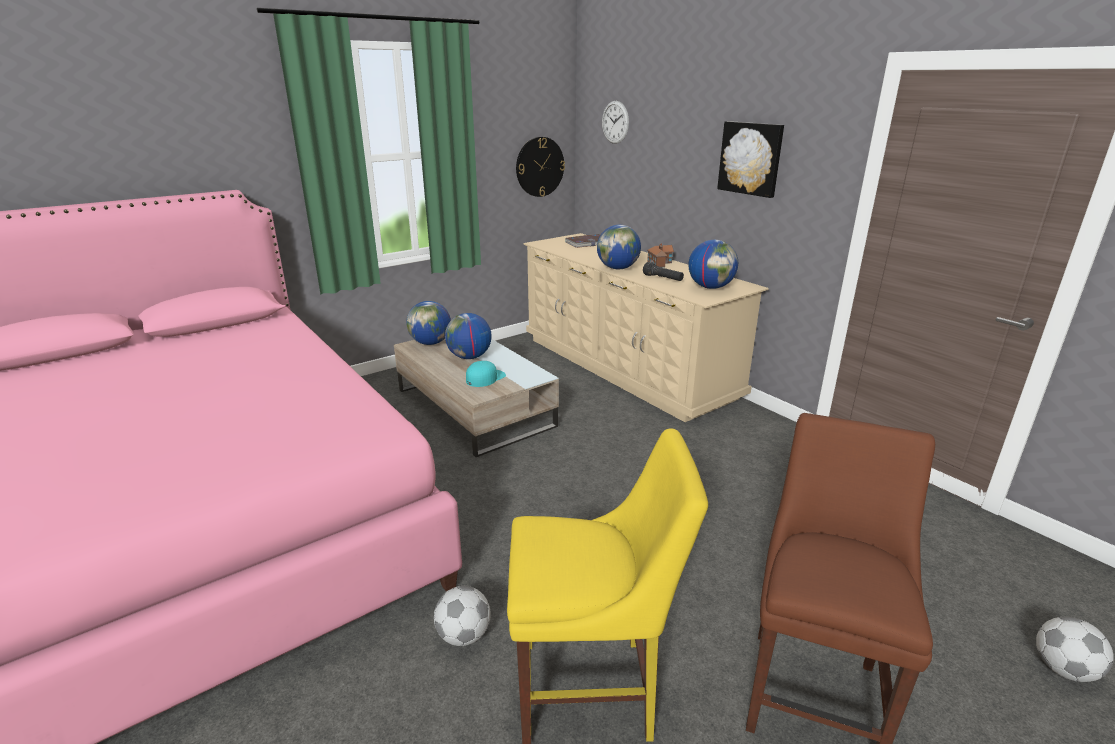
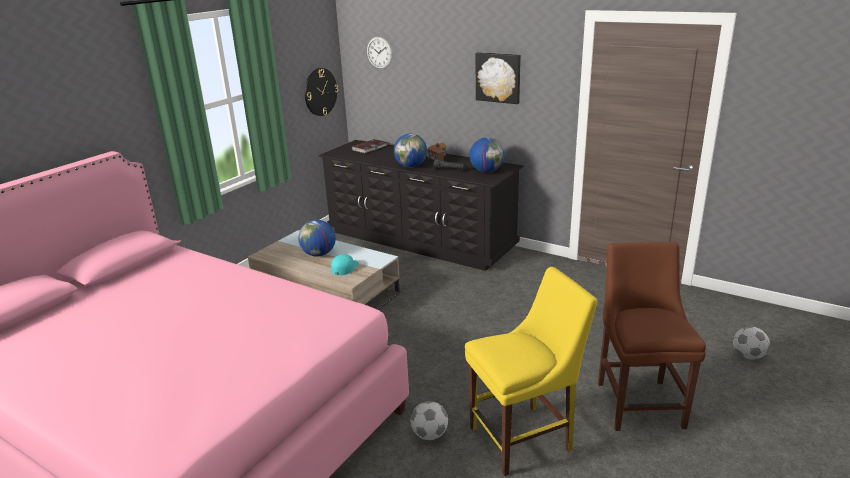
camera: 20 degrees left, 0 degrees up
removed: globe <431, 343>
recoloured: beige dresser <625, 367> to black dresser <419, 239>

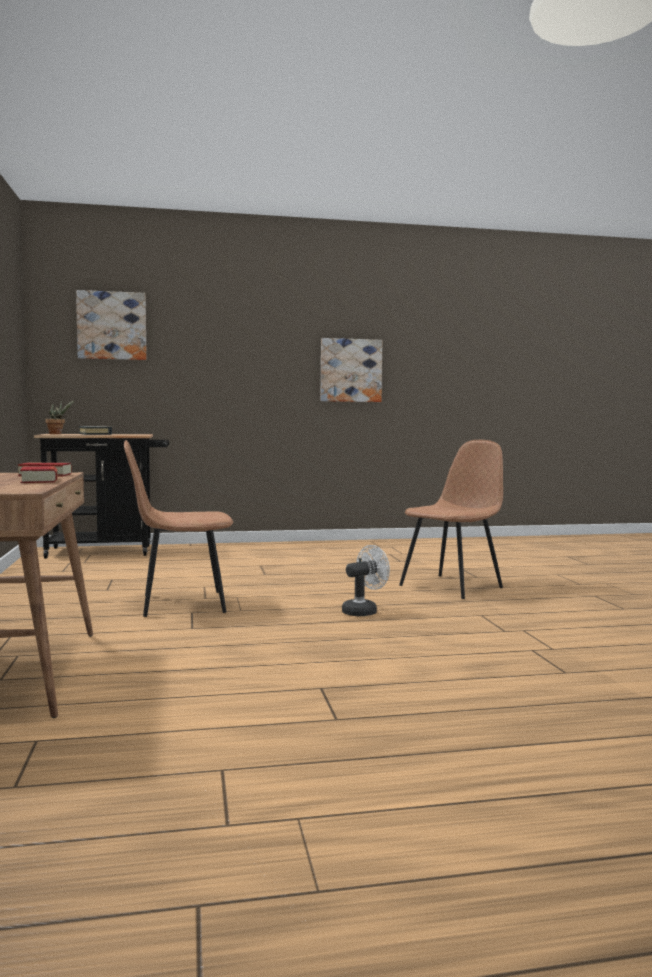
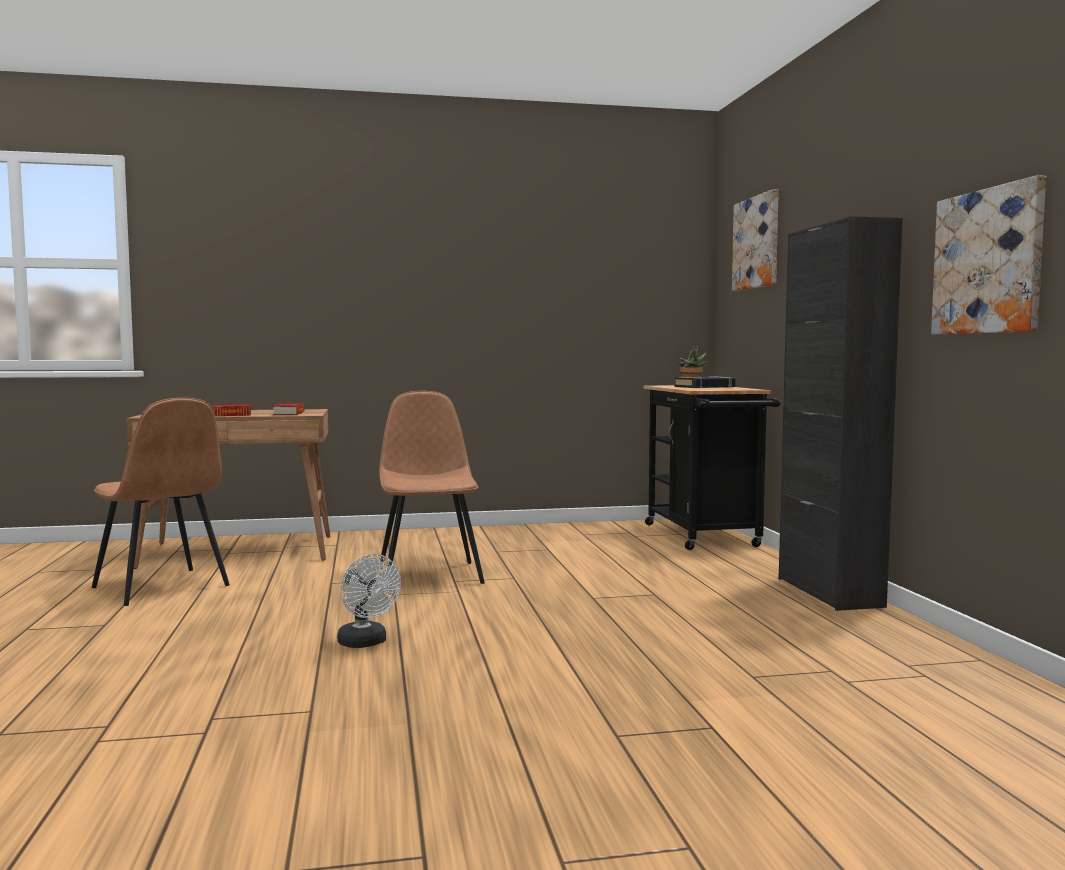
camera: 90 degrees right, 0 degrees up
added: black cabinet <829, 592>
moved: brown chair <452, 586> to <162, 587>

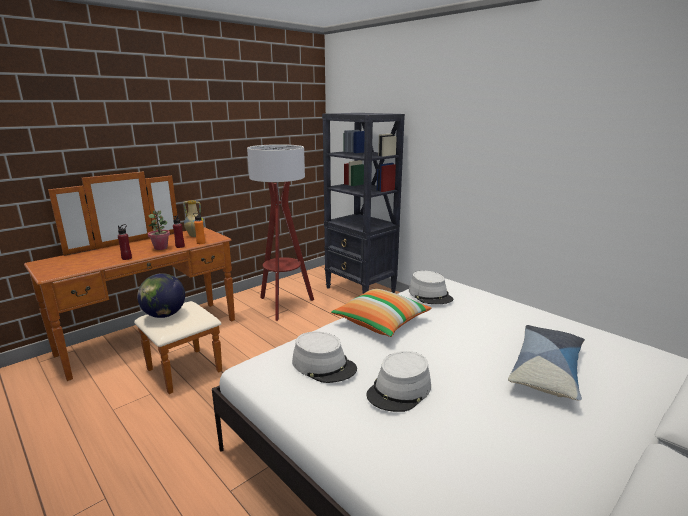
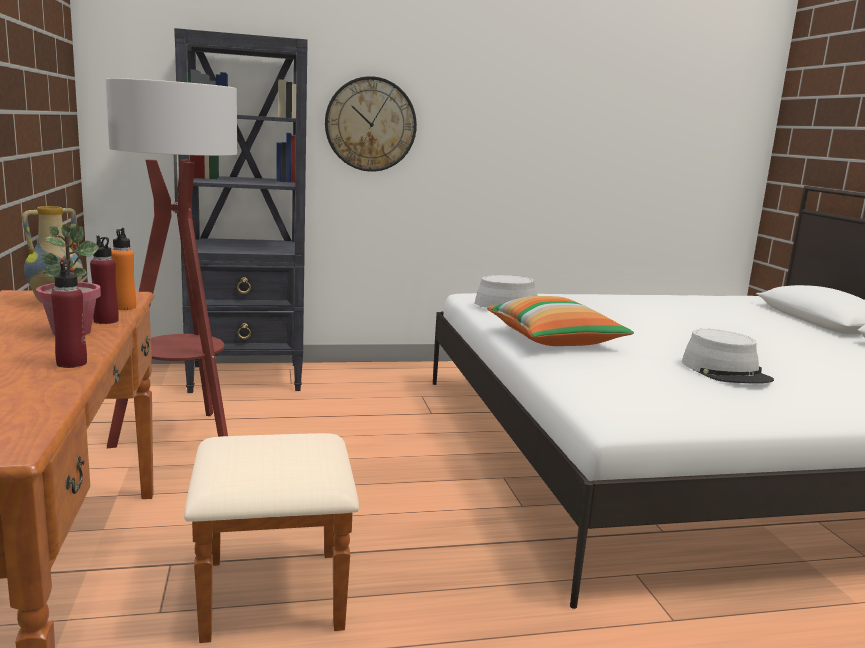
camera: 60 degrees left, 5 degrees down
removed: globe <164, 315>; grey hat <324, 365>; pillow <547, 370>
added: wall clock <370, 124>

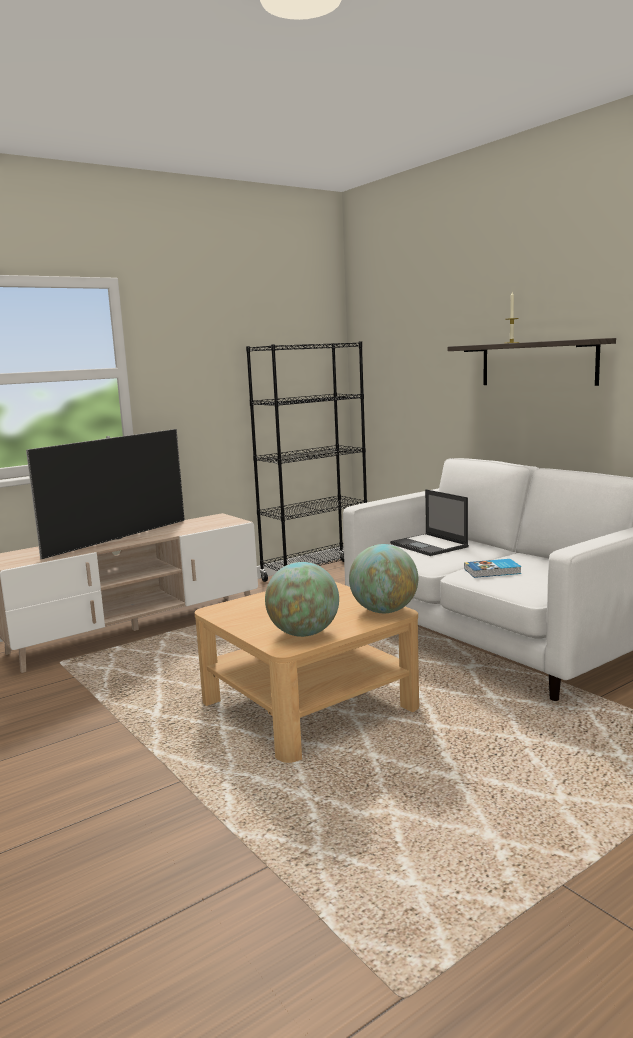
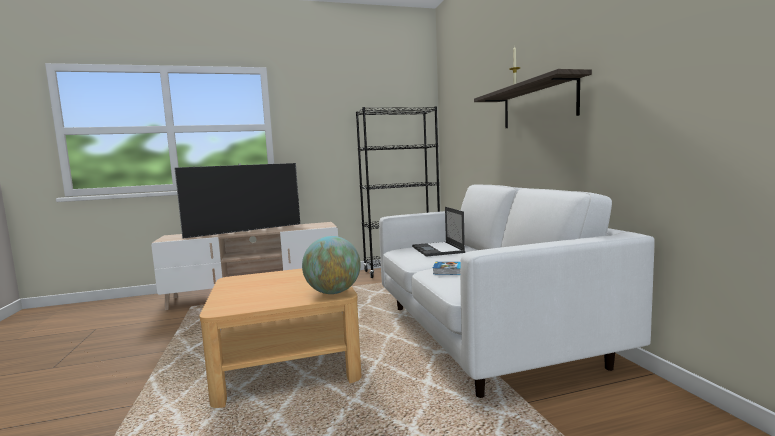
camera: 20 degrees right, 5 degrees down
removed: globe <303, 633>

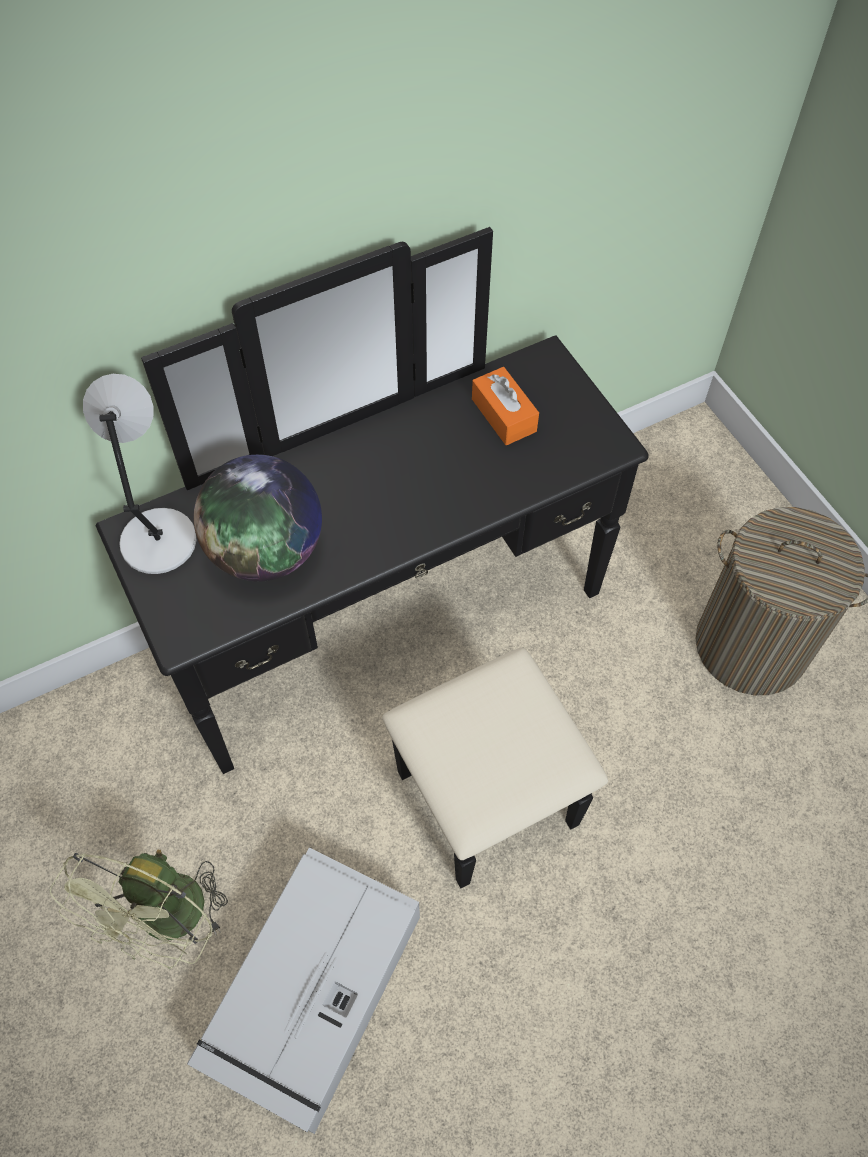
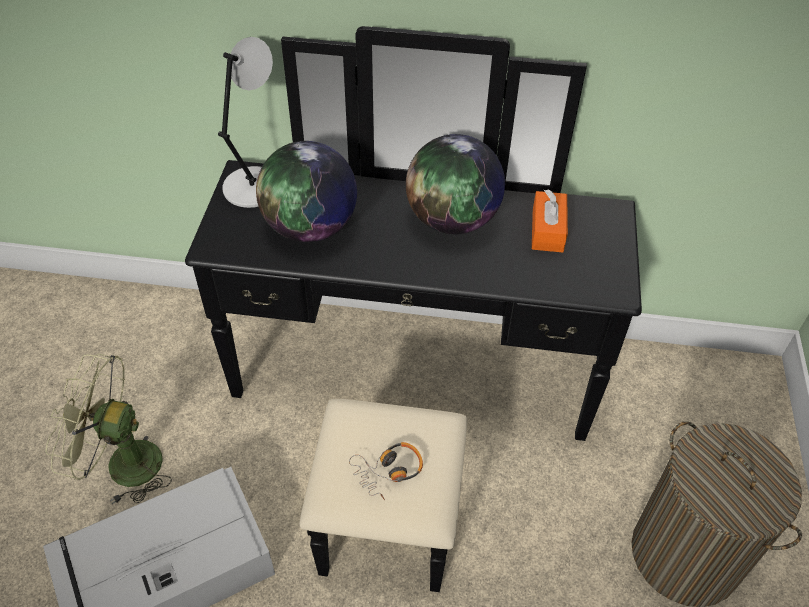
camera: 35 degrees right, 10 degrees down
added: headphones <388, 472>; globe <452, 220>
turned: green fan <167, 923> = <122, 464> 45 degrees clockwise

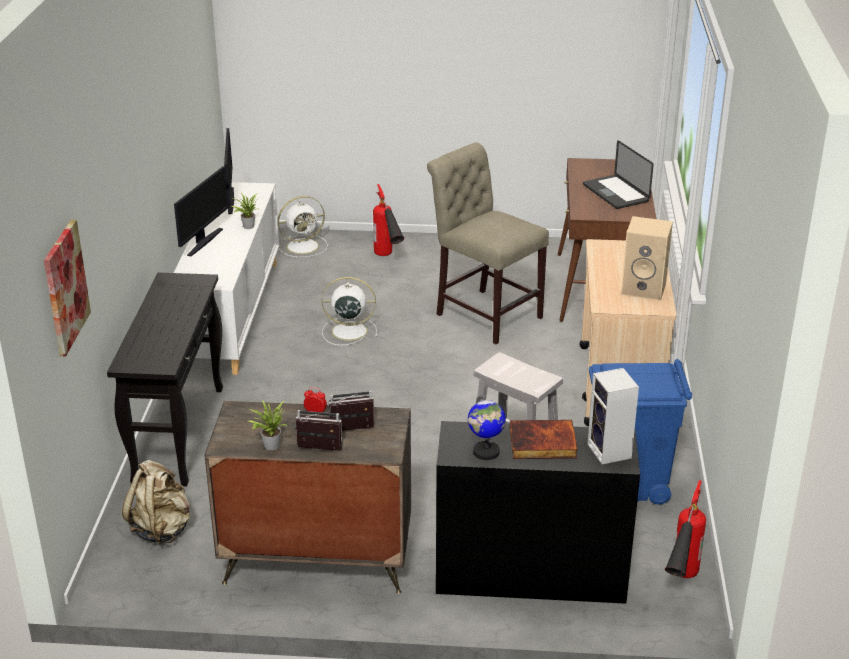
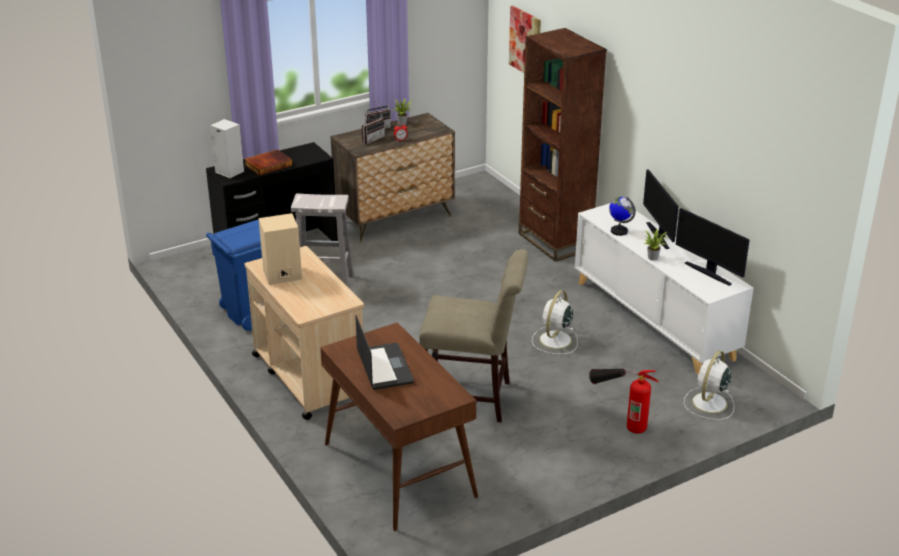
camera: 145 degrees right, 0 degrees up
removed: beige backpack <162, 529>; fire extinguisher <679, 585>
moved: globe <486, 452> to <619, 231>
replaced: black console table <179, 433> to brown bookcase <554, 241>
turned: white fan <347, 331> = <554, 340> 150 degrees clockwise; laptop <615, 193> = <384, 367> 45 degrees clockwise

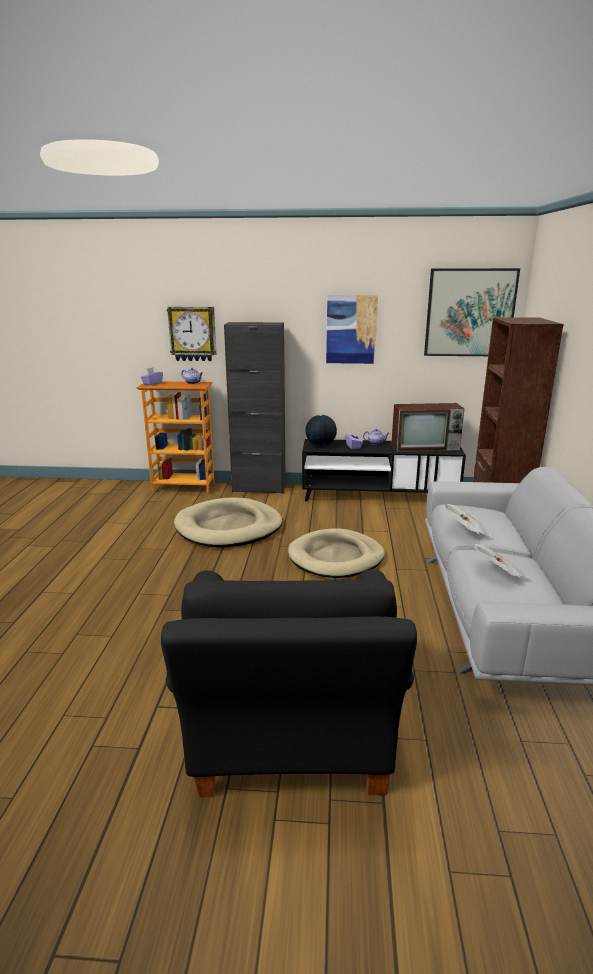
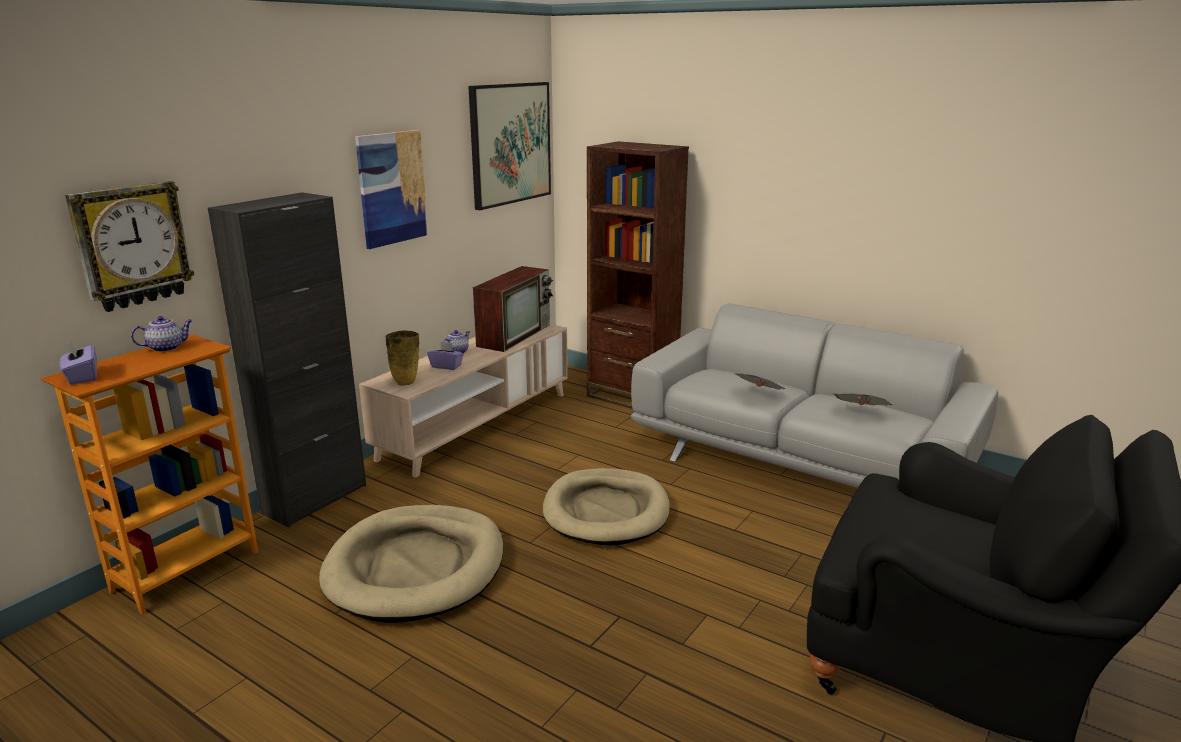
camera: 60 degrees left, 0 degrees up
replaced: globe <320, 445> to beige vase <406, 382>
recoloured: black tv stand <379, 495> to beige tv stand <476, 425>

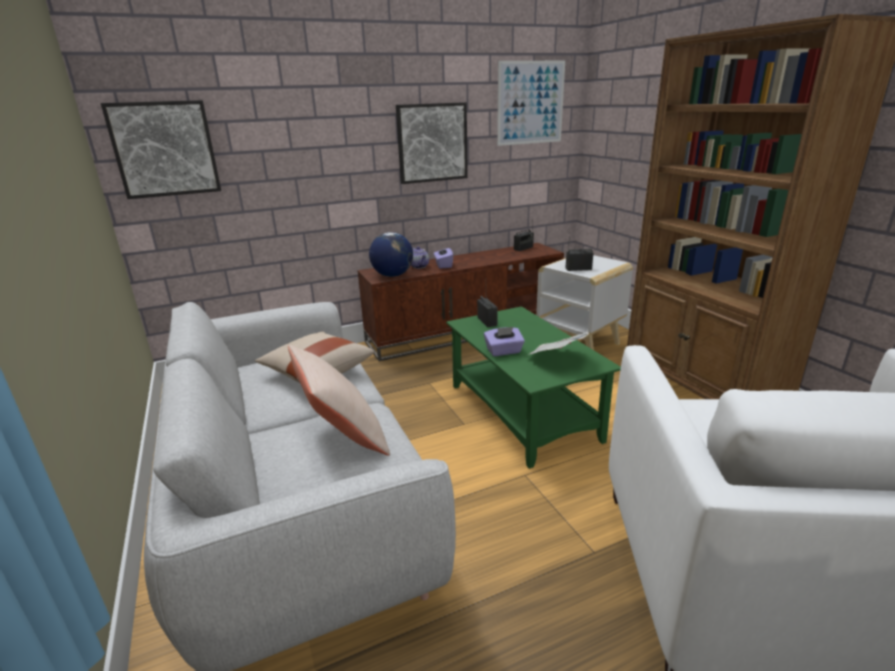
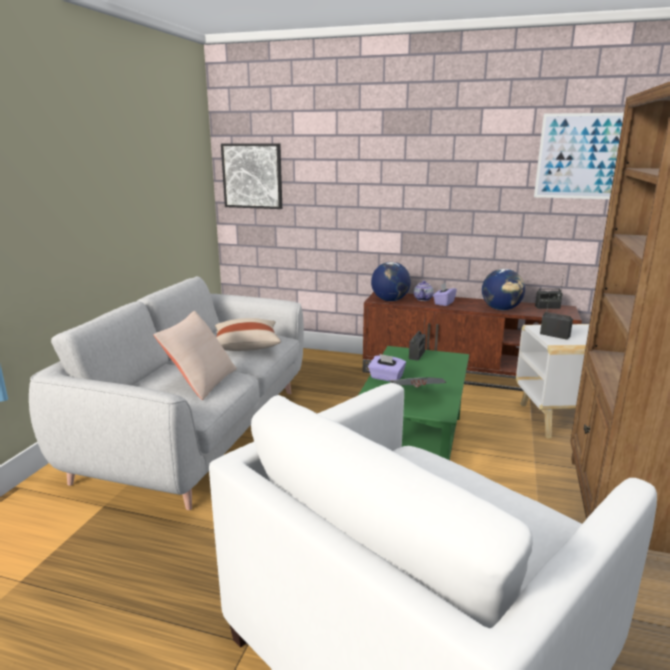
camera: 40 degrees right, 5 degrees down
removed: picture <432, 143>
added: globe <501, 309>

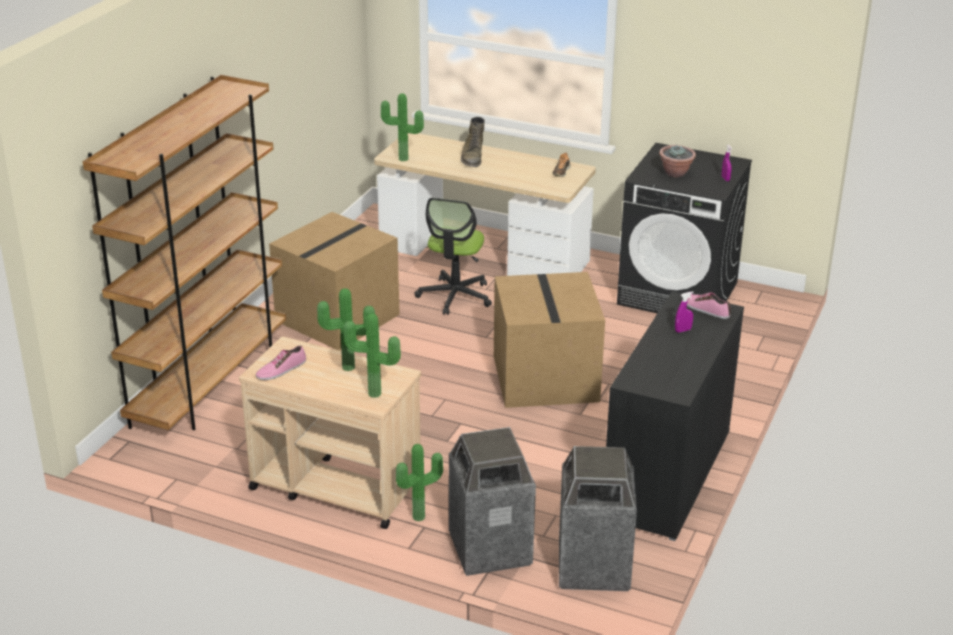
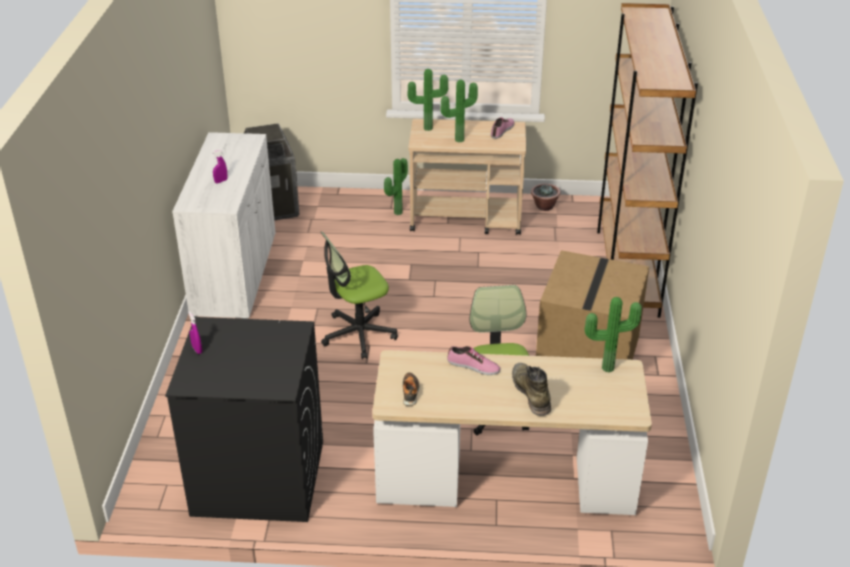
camera: 160 degrees right, 5 degrees up
removed: trash can <489, 549>
moved: potted plant <676, 173> to <544, 206>; shoe <706, 309> to <473, 366>
replaced: cardboard box <547, 379> to office chair <358, 334>
recoloured: black cabinet <667, 475> to white cabinet <235, 274>

